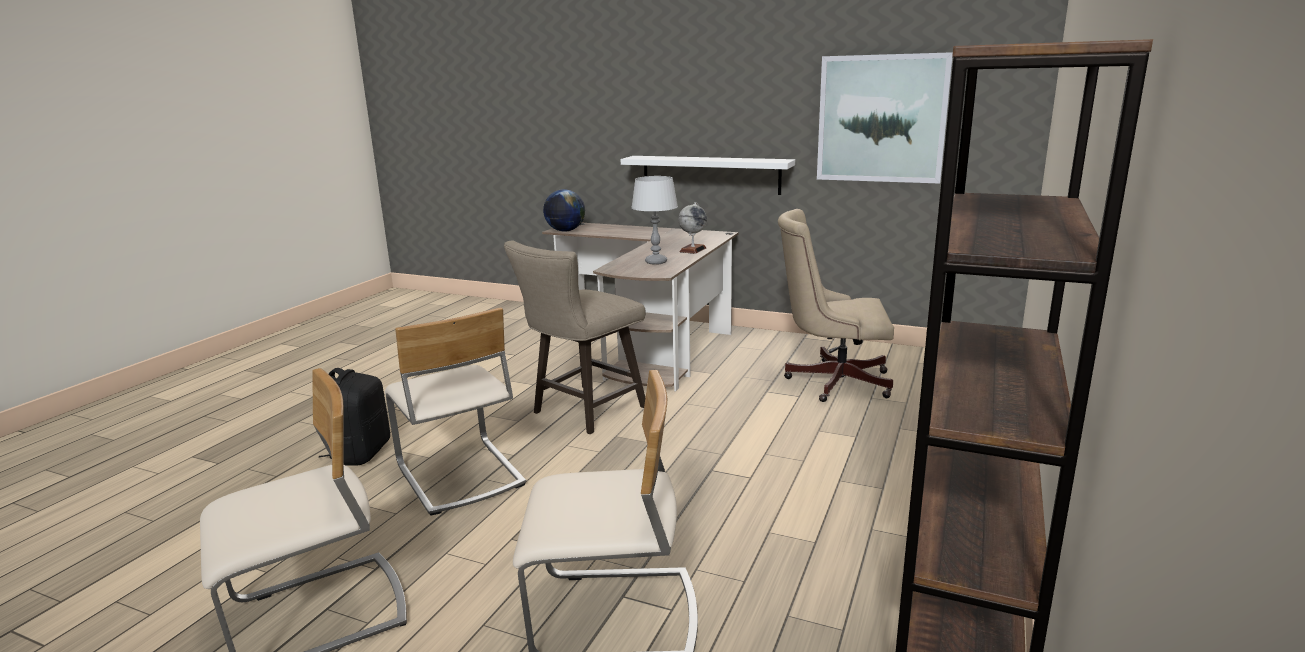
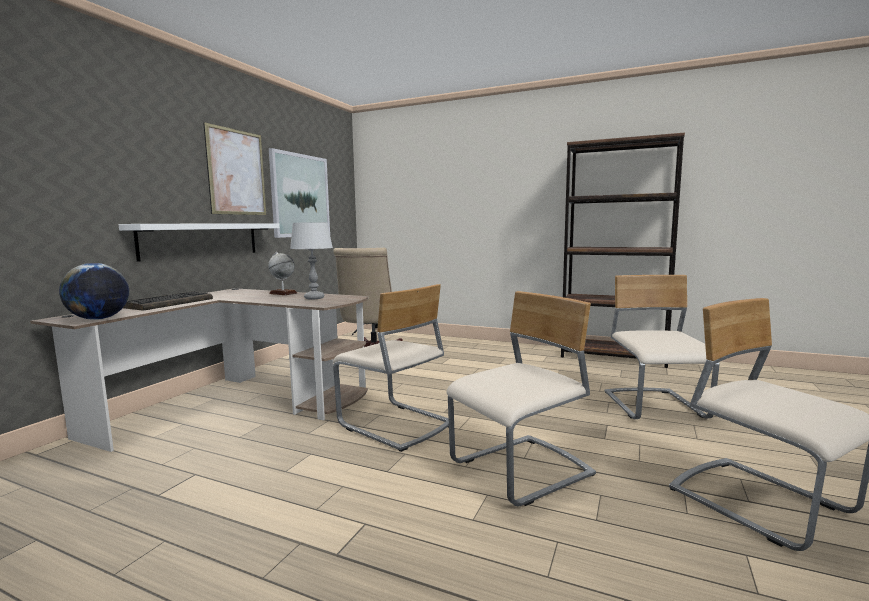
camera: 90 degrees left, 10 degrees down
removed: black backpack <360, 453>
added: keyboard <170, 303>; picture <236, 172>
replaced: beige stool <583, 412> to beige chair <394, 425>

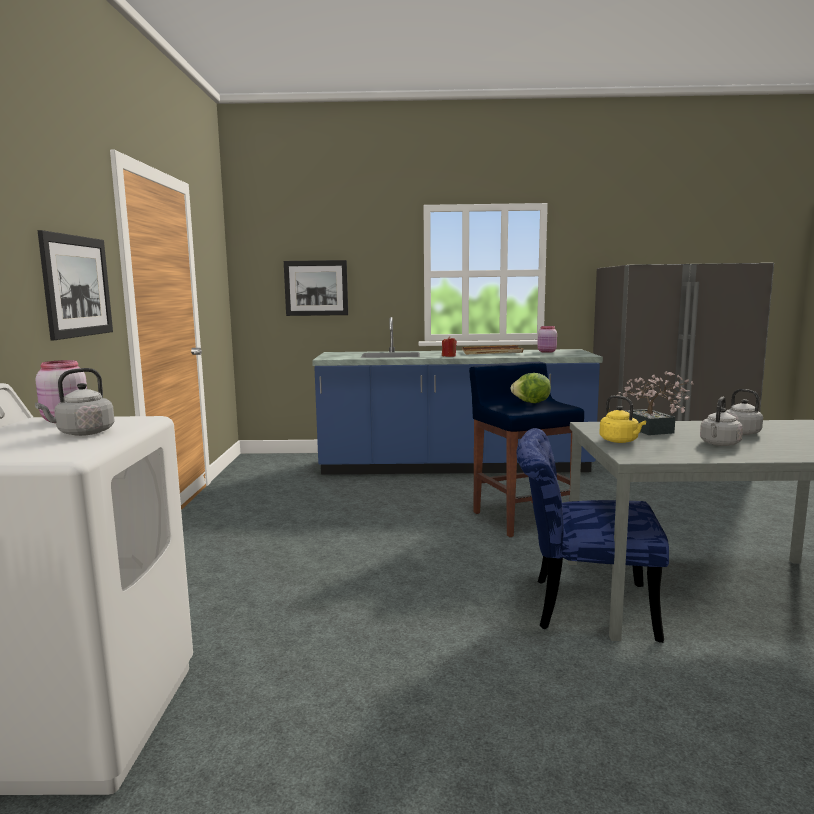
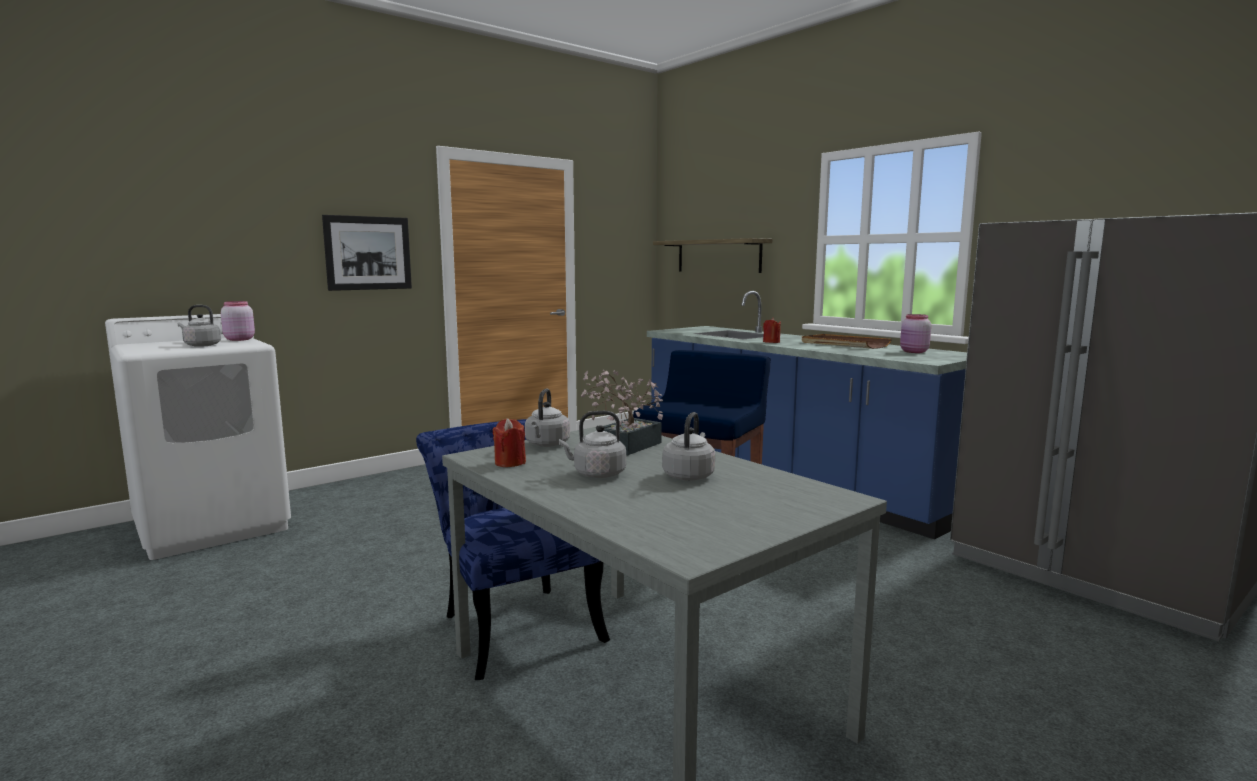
camera: 50 degrees right, 0 degrees up
removed: lettuce <531, 403>
added: red candle <510, 463>
replaced: picture <316, 288> to shelf <718, 256>
recoloured: yellow kettle <620, 441> to grey kettle <546, 444>

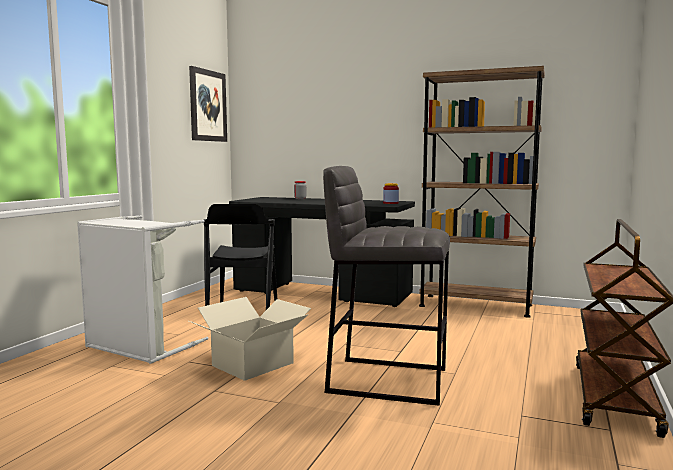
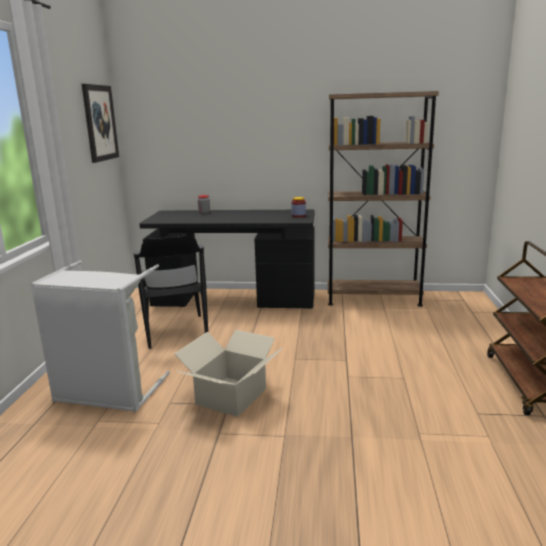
camera: 15 degrees left, 10 degrees up
removed: grey stool <387, 380>

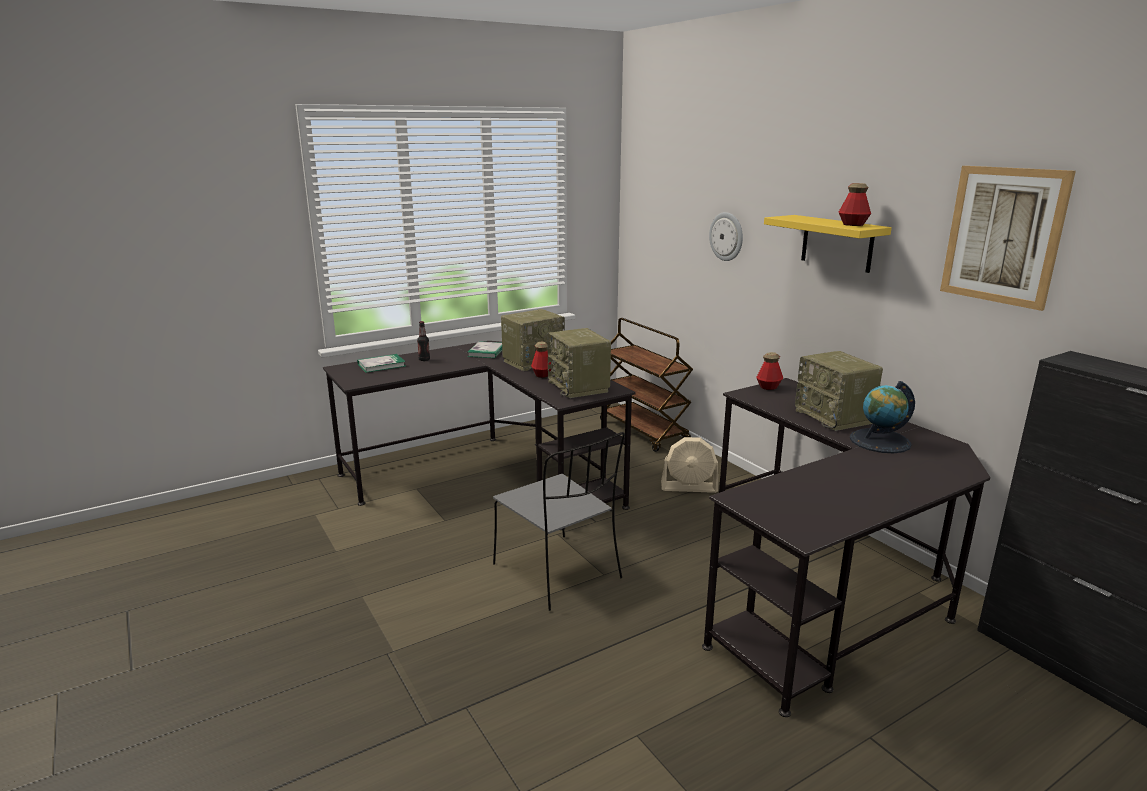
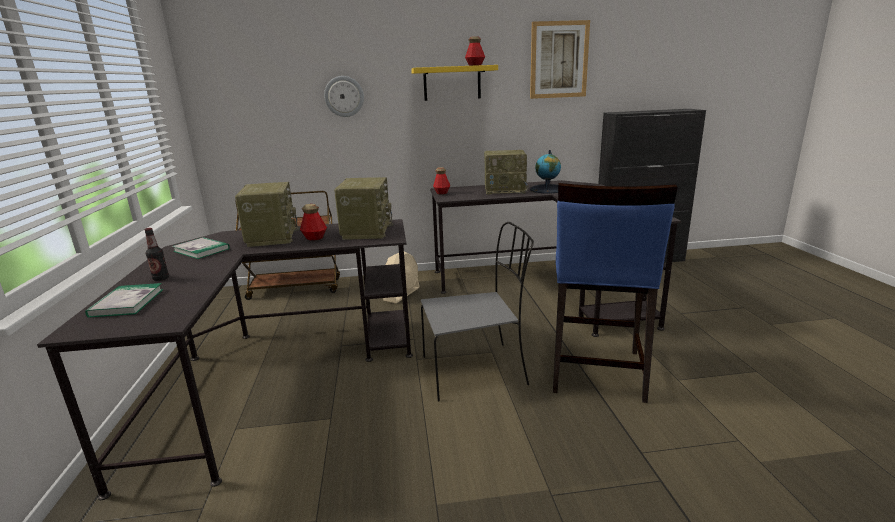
camera: 65 degrees left, 0 degrees up
added: blue stool <596, 372>
turned: radio <579, 387> = <366, 231> 90 degrees counterclockwise

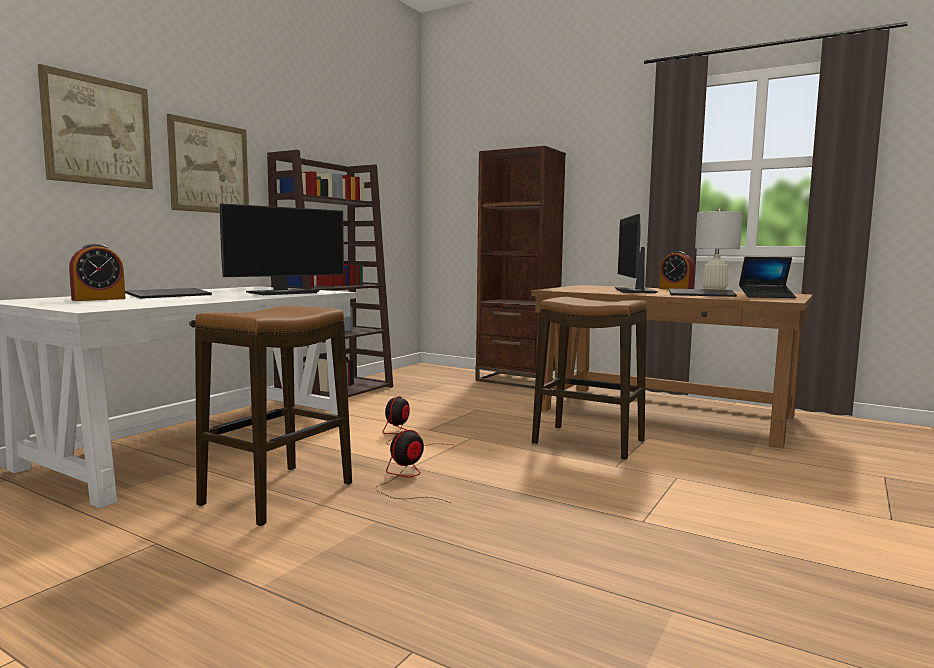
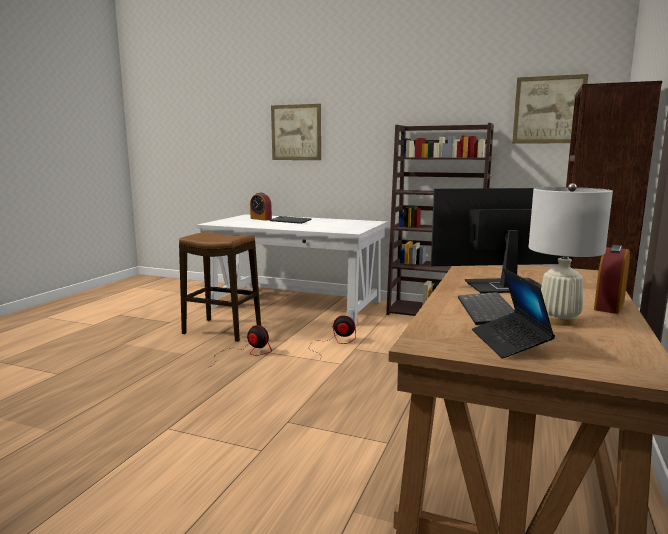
camera: 80 degrees right, 5 degrees up
removed: monitor <284, 293>; stool <588, 442>
moved: picture <209, 167> to <548, 110>

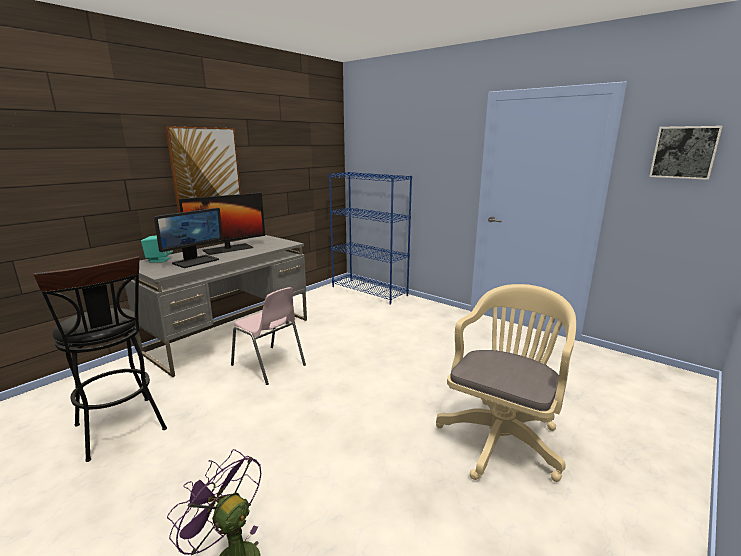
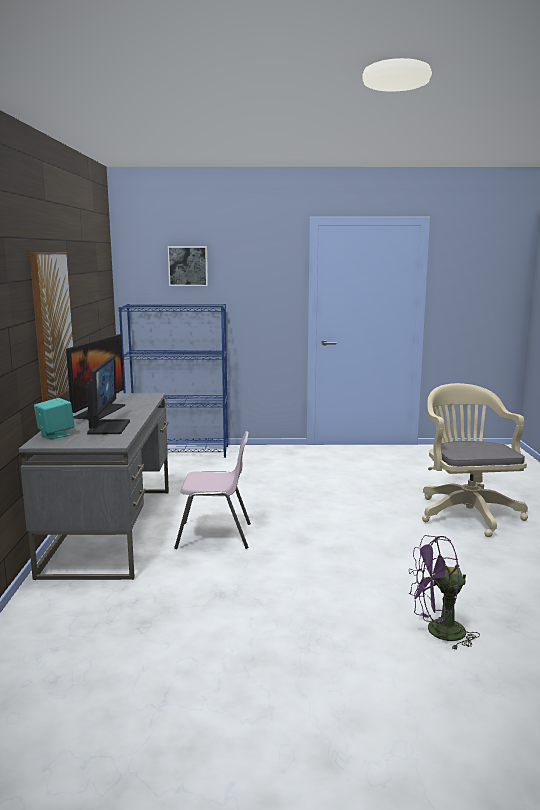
camera: 40 degrees left, 5 degrees down
removed: black stool <123, 431>
moved: picture <684, 152> to <188, 266>

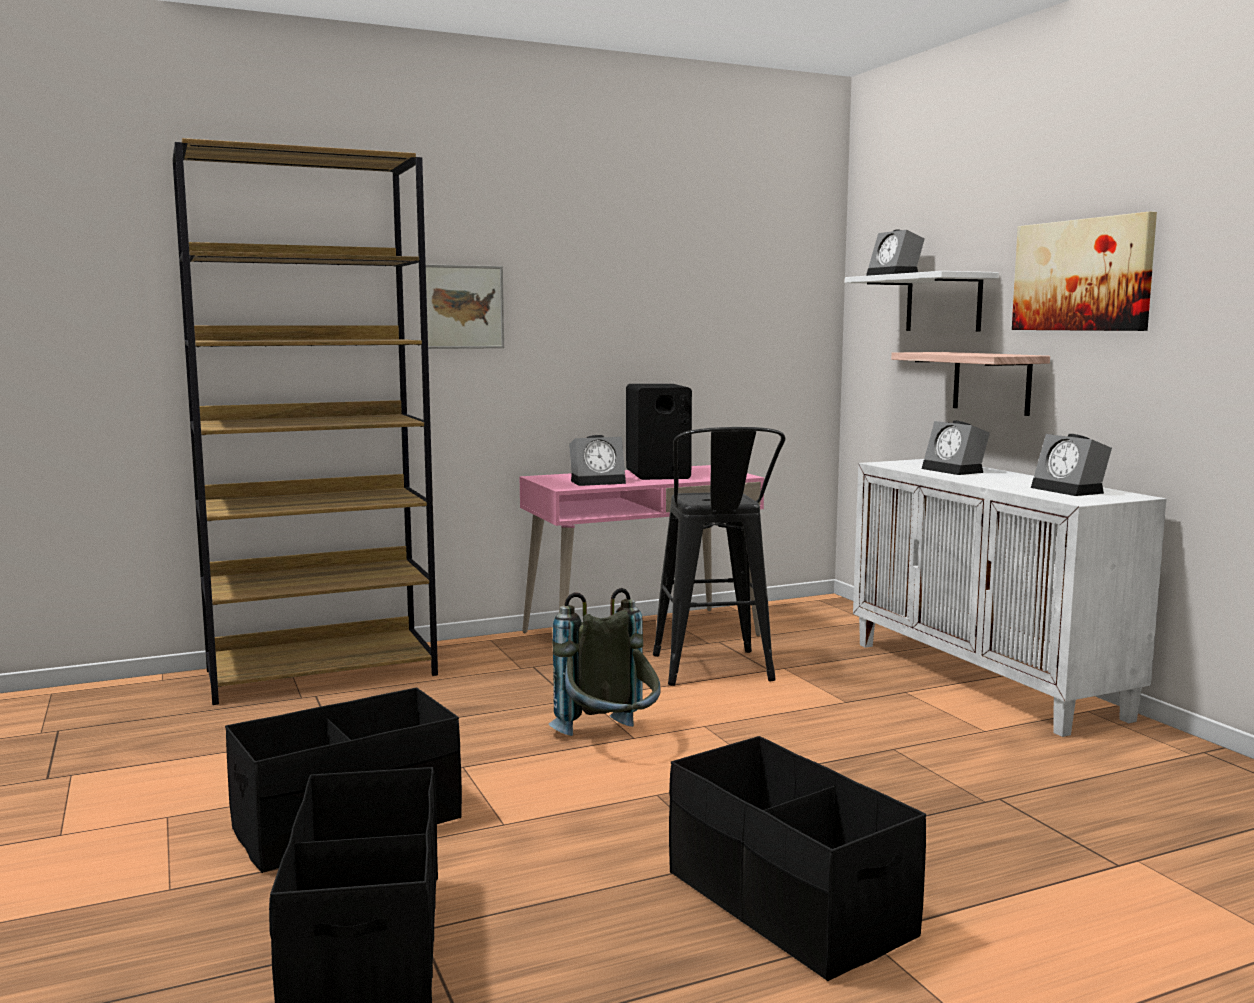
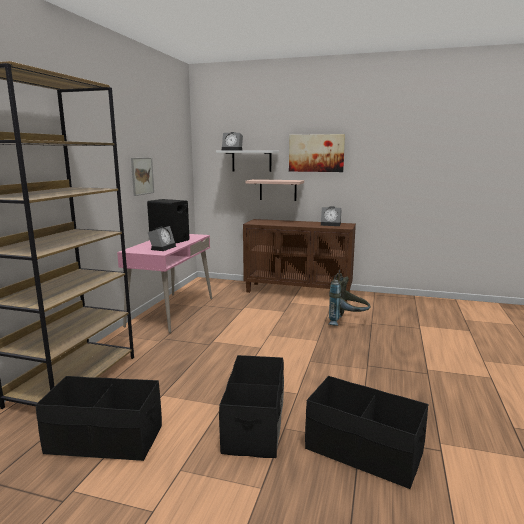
camera: 50 degrees left, 5 degrees up
removed: black stool <714, 673>; alarm clock <955, 470>
moved: picture <463, 307> to <142, 176>; grey backpack <610, 741> to <347, 323>; black storage box <787, 904> to <105, 440>
recoloured: white cabinet <986, 679> to brown cabinet <298, 292>

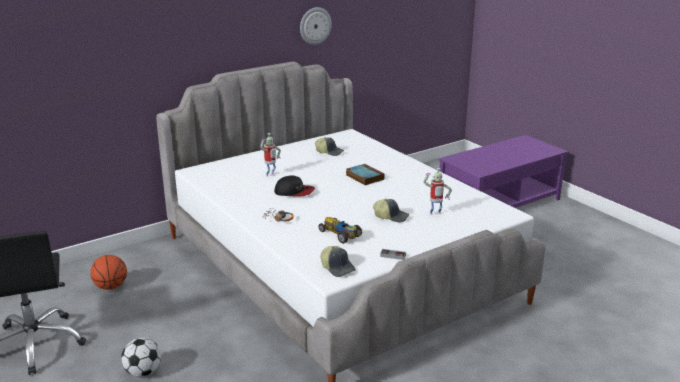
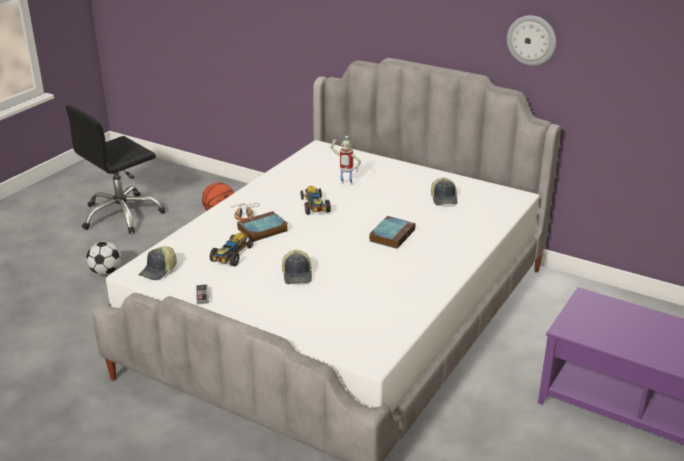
camera: 65 degrees right, 5 degrees up
removed: toy robot <435, 214>
added: book <262, 230>
replaced: cap <294, 192> to toy car <315, 207>

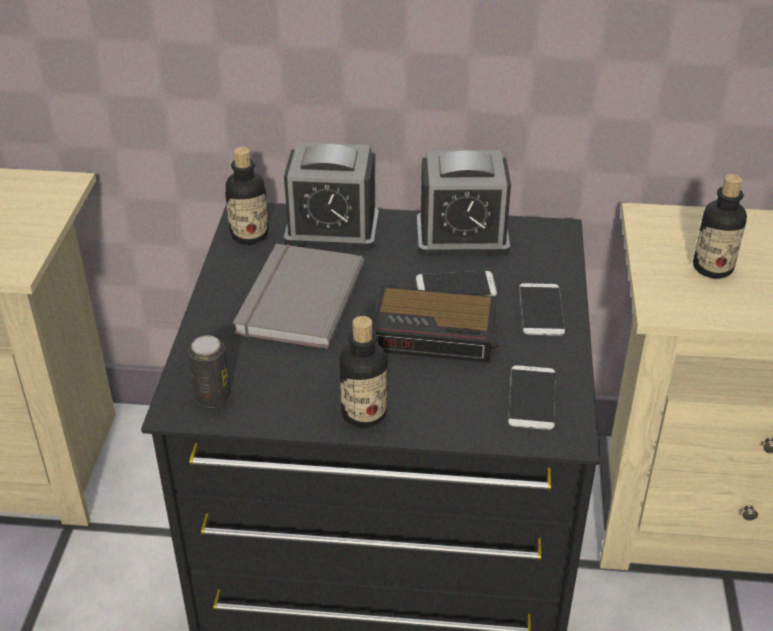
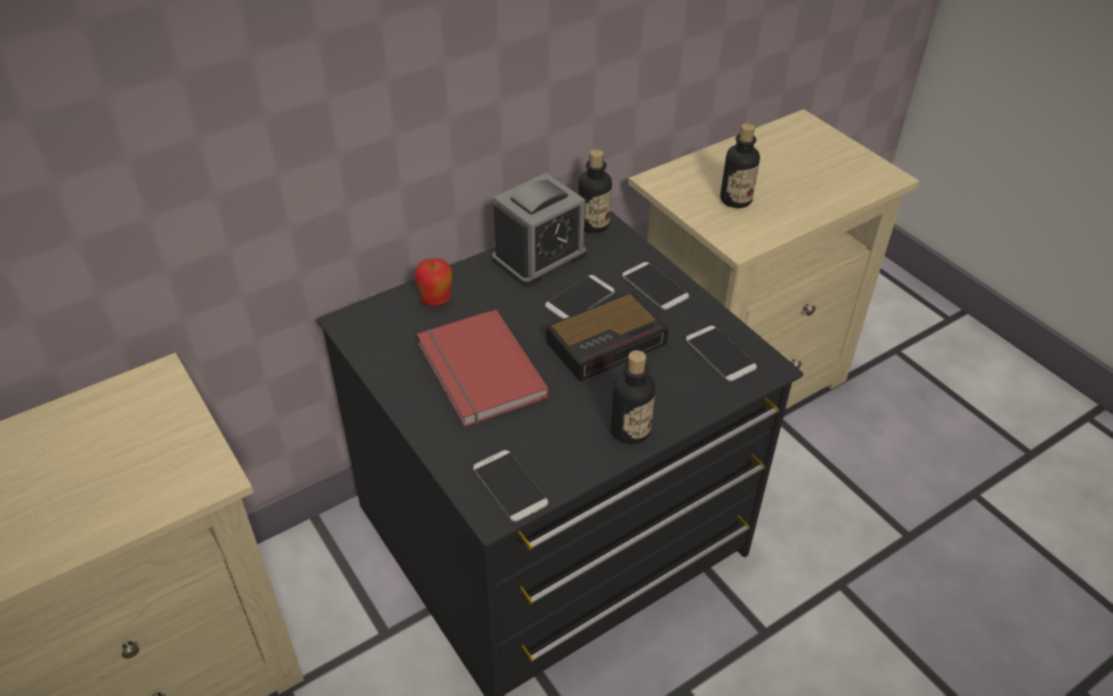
camera: 40 degrees left, 5 degrees up
moved: bottle <249, 235> to <593, 224>
replaced: can <213, 397> to phone <510, 486>; alarm clock <332, 229> to apple <436, 300>
recoloured: grey book <296, 299> to red book <477, 372>

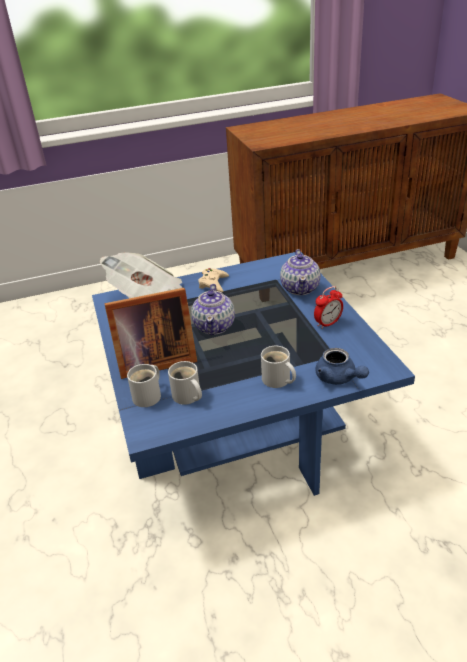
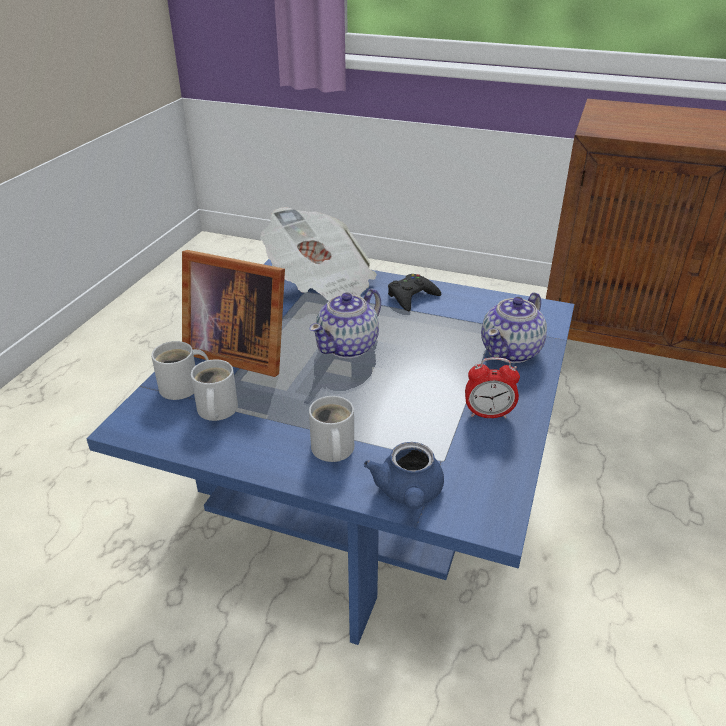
camera: 35 degrees right, 0 degrees up
recoloured: beige game controller <213, 283> to black game controller <411, 297>

